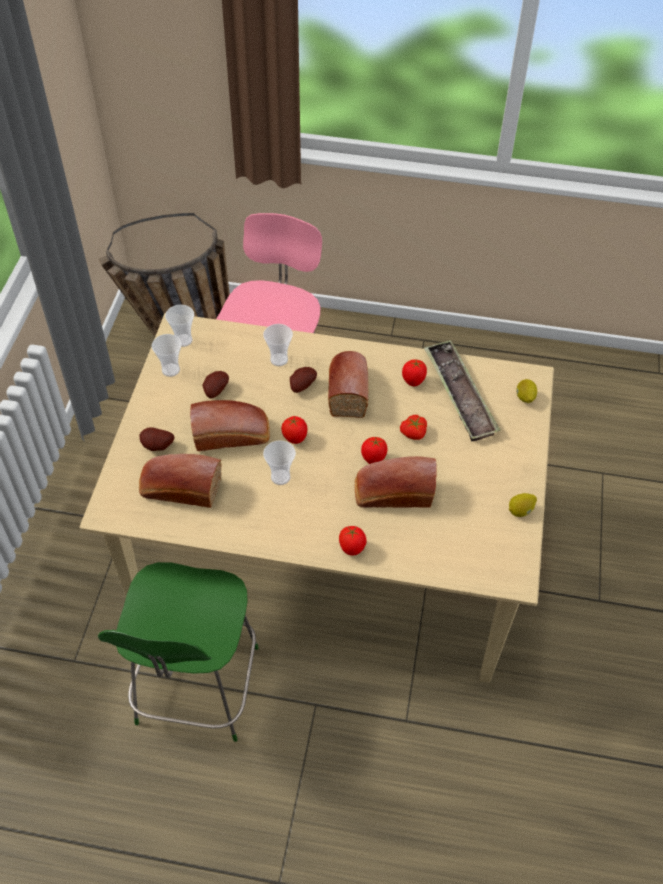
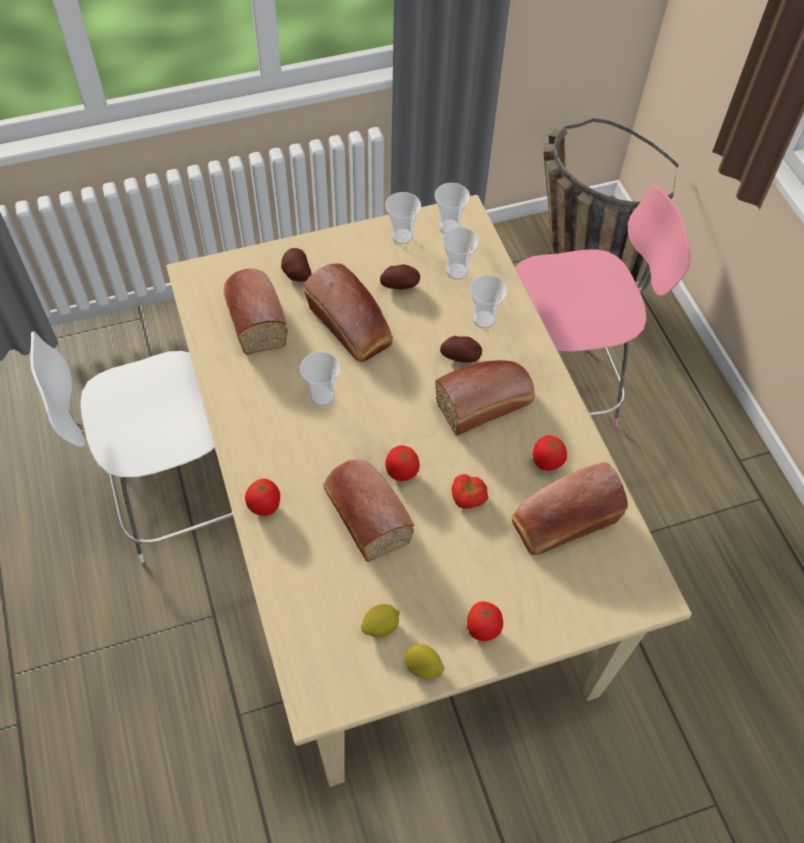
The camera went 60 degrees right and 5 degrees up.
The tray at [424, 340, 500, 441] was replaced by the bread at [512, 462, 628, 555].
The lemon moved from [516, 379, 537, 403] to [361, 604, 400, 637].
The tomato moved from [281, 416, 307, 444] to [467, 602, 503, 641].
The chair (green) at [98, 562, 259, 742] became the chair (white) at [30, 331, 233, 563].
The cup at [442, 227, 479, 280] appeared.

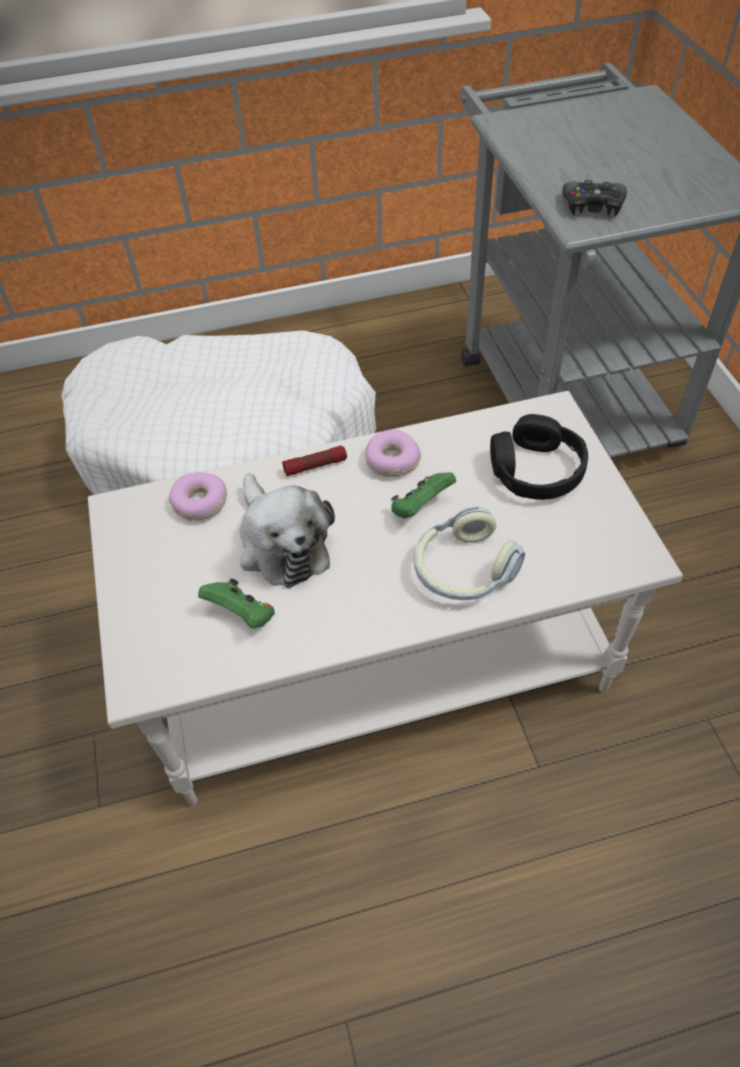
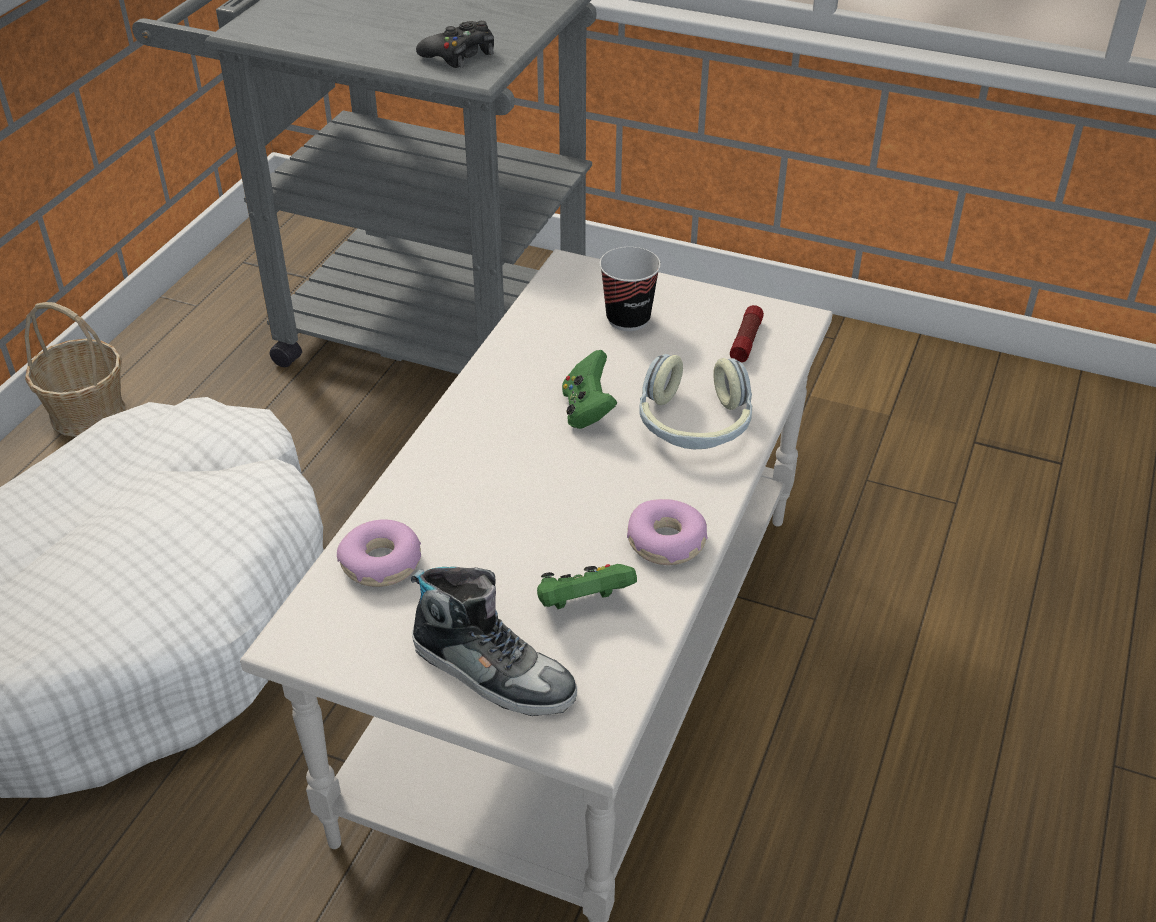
The camera went 55 degrees left and 10 degrees down.
The headphones (black) at [490, 414, 588, 500] was replaced by the cup at [599, 247, 661, 331].
The donut moved from [365, 430, 421, 477] to [627, 499, 708, 565].
The flashlight moved from [282, 446, 347, 476] to [730, 305, 764, 362].
The plush toy at [239, 474, 335, 588] disappeared.
The basket at [24, 302, 125, 437] appeared.
The shoe at [411, 566, 577, 716] appeared.

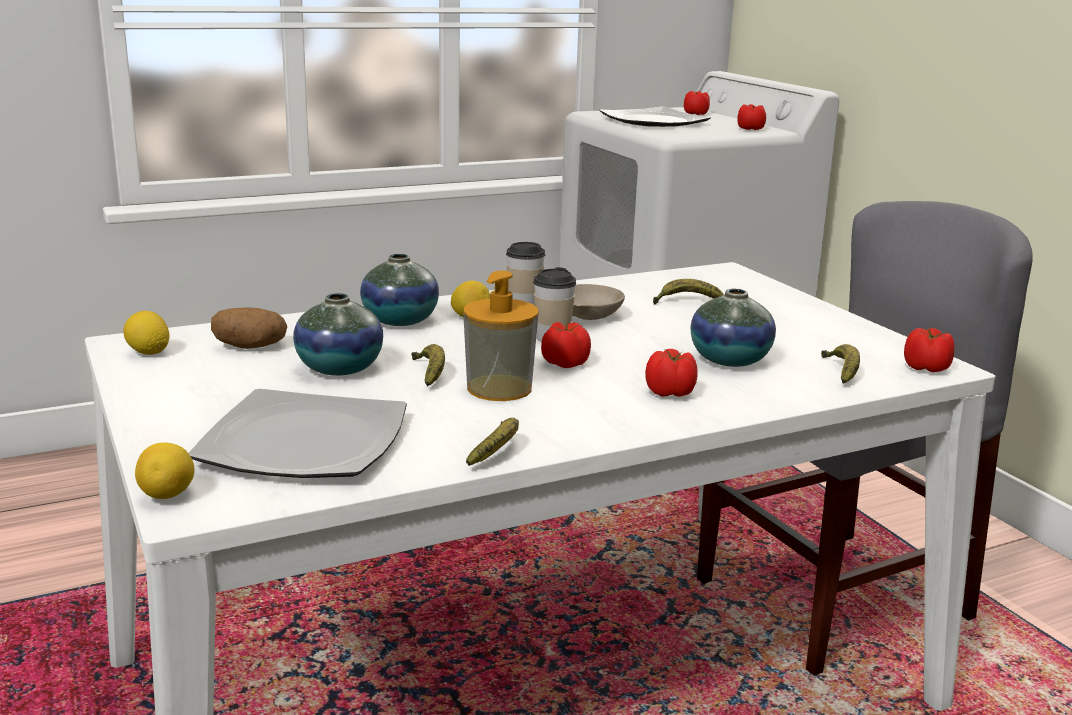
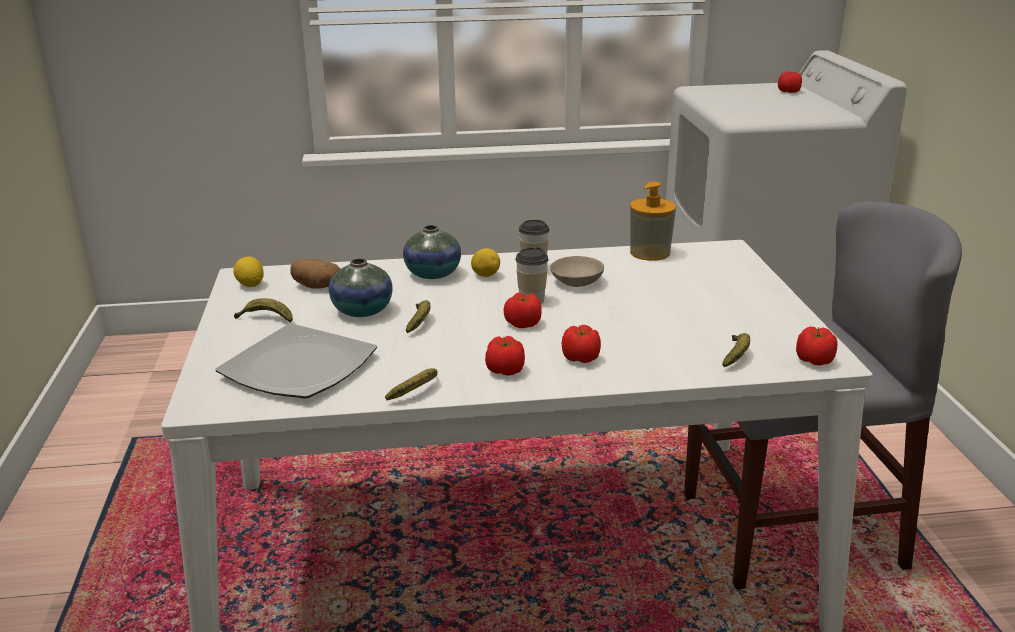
The camera went 20 degrees right and 5 degrees up.
The tomato moved from [737, 104, 766, 130] to [485, 336, 525, 376].
The plate at [599, 106, 711, 127] disappeared.
The soap dispenser moved from [463, 271, 538, 401] to [630, 182, 676, 261].
The banana moved from [653, 279, 724, 304] to [234, 298, 293, 322].
The vase at [691, 289, 776, 367] disappeared.
The lemon at [135, 443, 194, 499] disappeared.

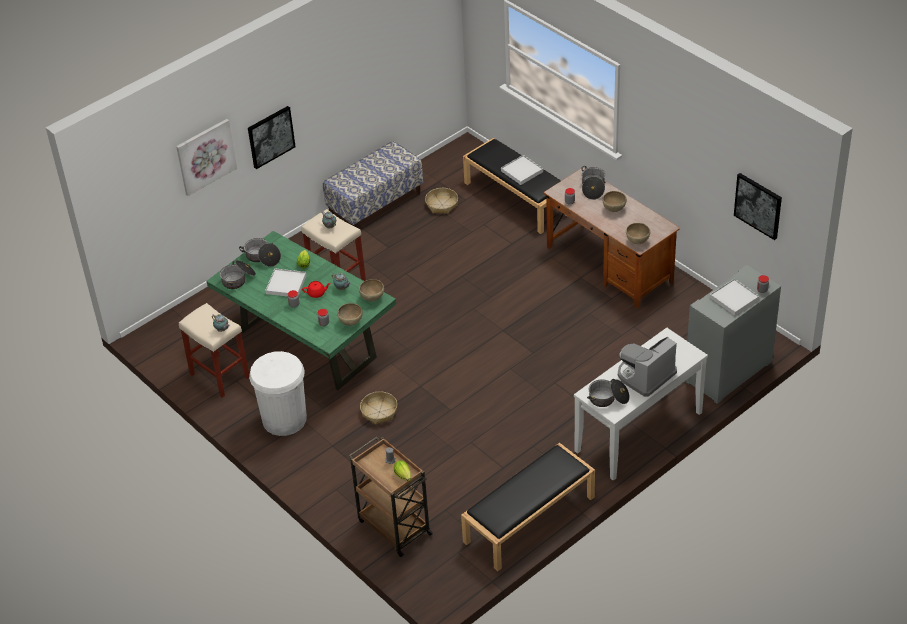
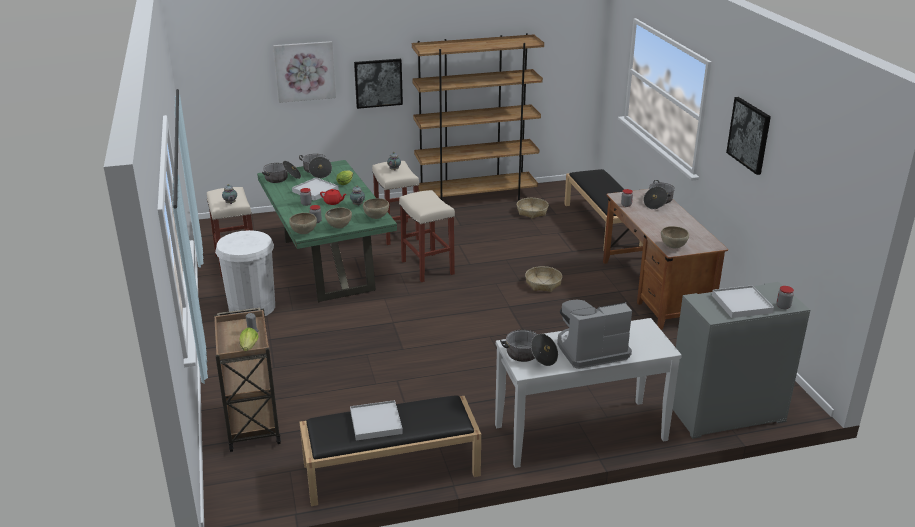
The camera went 25 degrees right and 15 degrees down.
The bench at [323, 141, 423, 227] was replaced by the bookcase (brown) at [412, 33, 544, 201].
The tray (white) moved from [501, 155, 543, 185] to [350, 400, 403, 441].
The picture moved from [734, 173, 782, 240] to [726, 97, 771, 175].
The bowl (brown) moved from [602, 191, 627, 212] to [289, 213, 317, 234].
The basket moved from [360, 391, 397, 425] to [525, 266, 562, 292].
The stool (beige) at [399, 190, 455, 282] appeared.

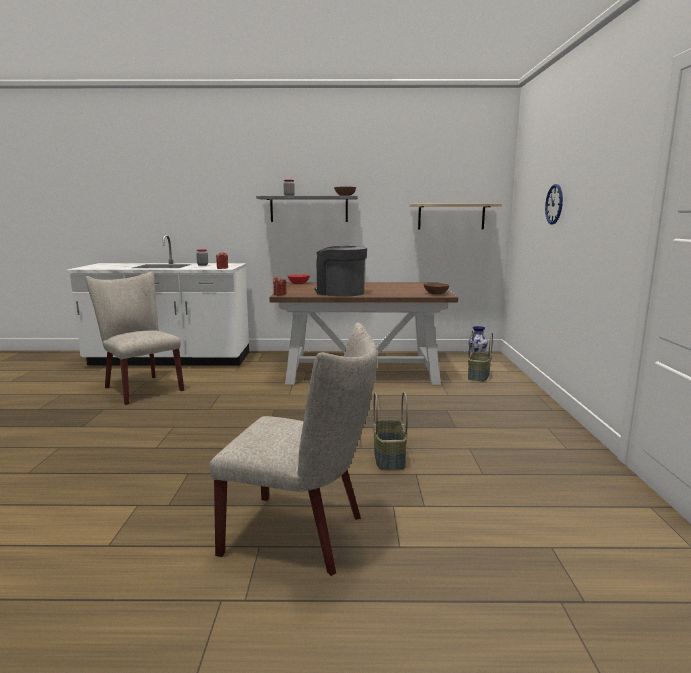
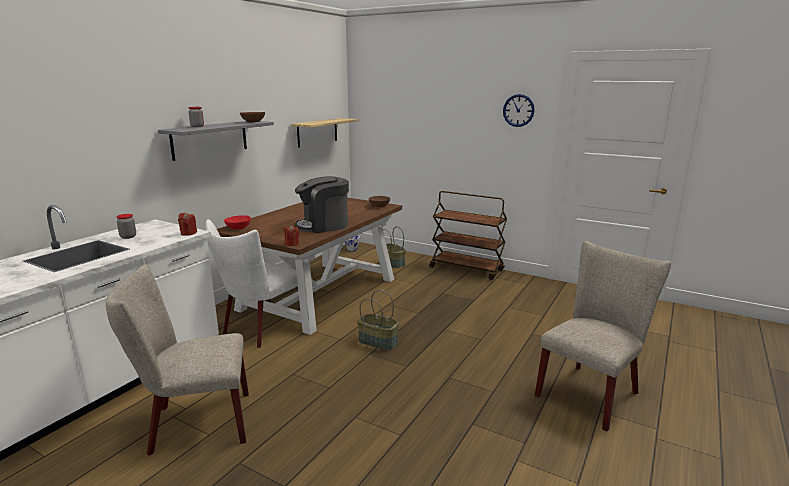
The camera went 60 degrees left and 5 degrees up.
The wall clock moved from [545, 184, 563, 225] to [503, 94, 535, 127].
The basket moved from [373, 392, 408, 470] to [357, 290, 399, 351].
The cart (brown) at [429, 191, 507, 280] appeared.
The chair (white) at [206, 219, 298, 348] appeared.

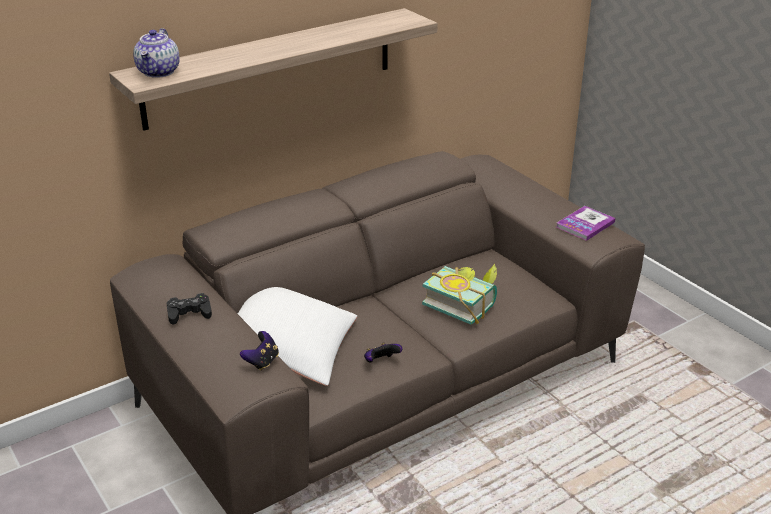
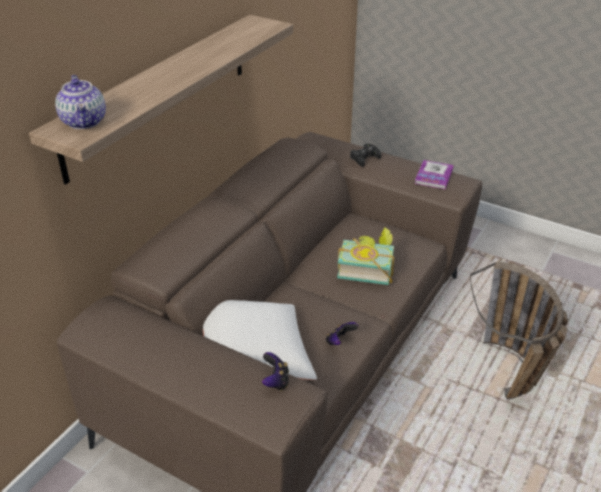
The camera went 25 degrees left and 5 degrees up.
The game controller (black) moved from [166, 293, 212, 325] to [350, 144, 381, 167].
The basket at [470, 262, 568, 400] appeared.

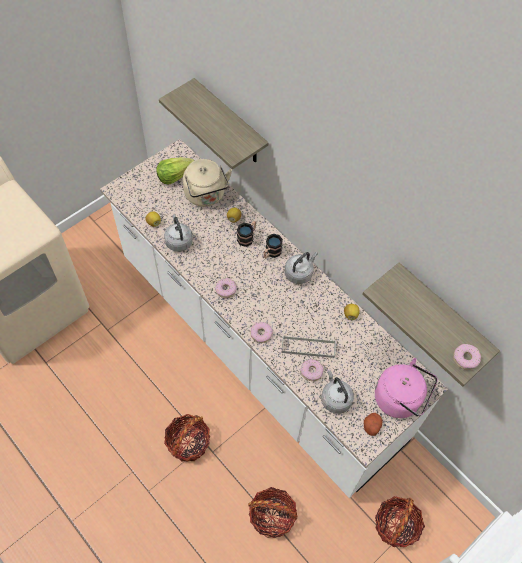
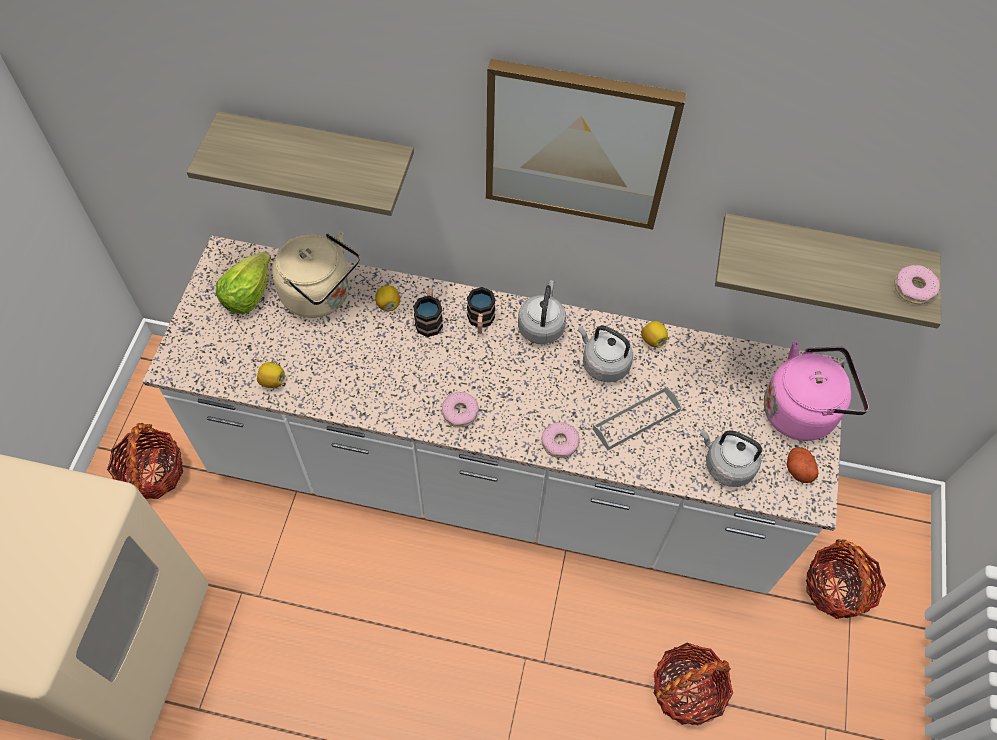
The camera went 35 degrees left and 0 degrees up.
The kettle (grey) moved from [164, 214, 193, 252] to [578, 326, 633, 382].
The donut at [301, 359, 324, 381] disappeared.
The basket moved from [164, 414, 210, 462] to [107, 423, 183, 499].
The picture at [486, 59, 686, 230] appeared.

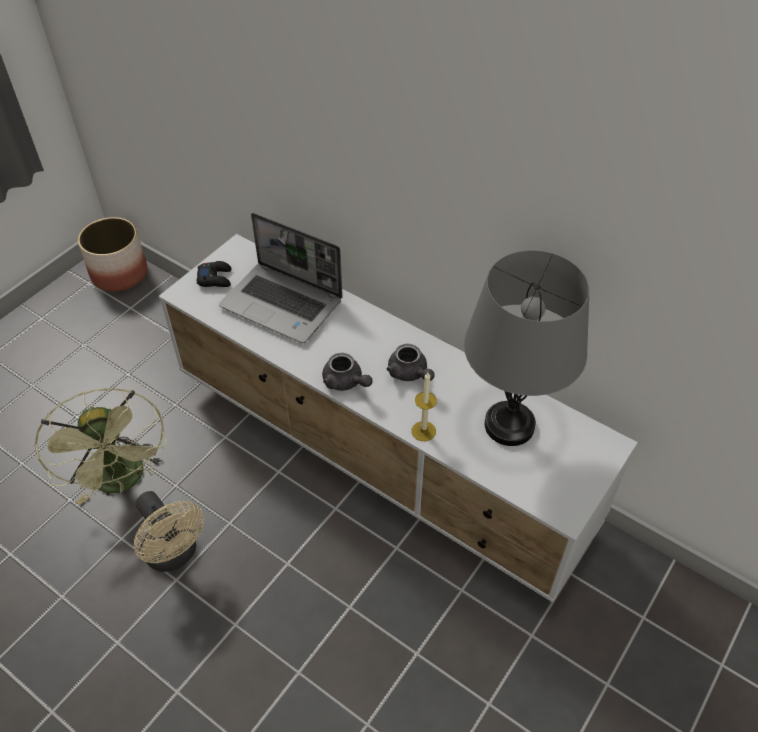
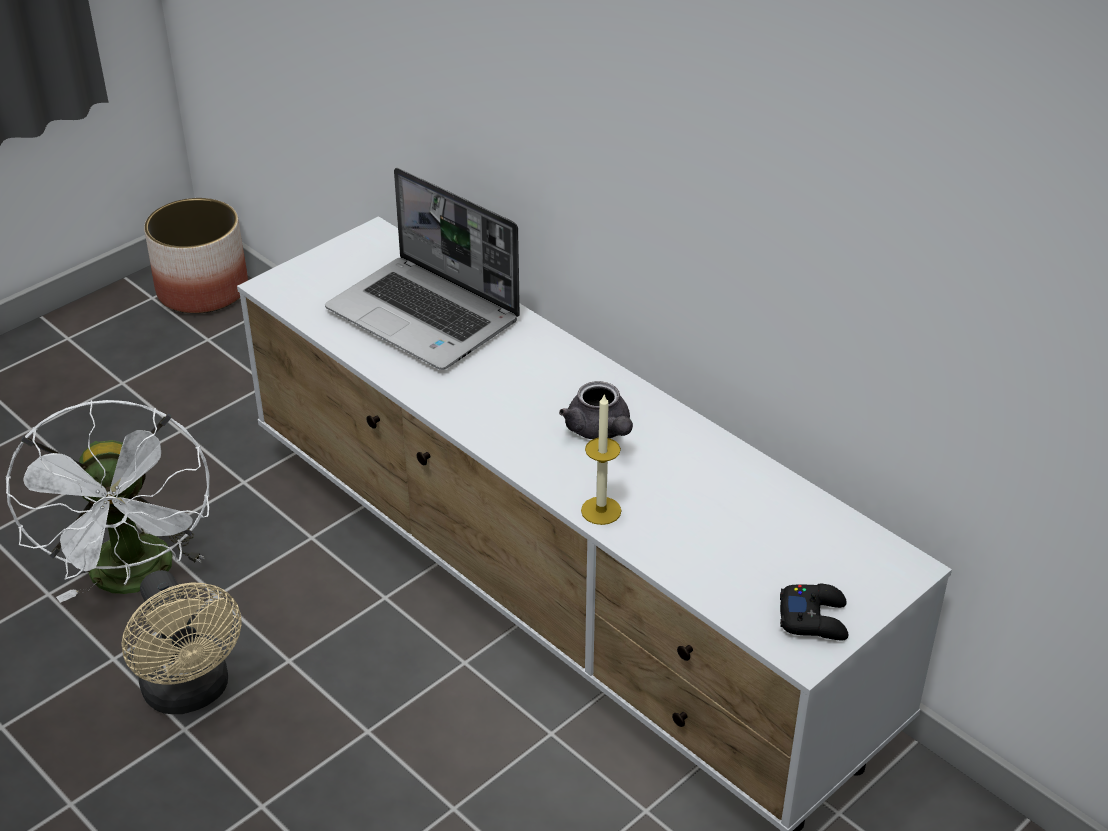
The camera went 10 degrees right and 10 degrees down.
The table lamp (grey) at [464, 250, 589, 446] disappeared.
The game controller (black) moved from [196, 261, 232, 287] to [780, 584, 848, 640].
The teapot (grey) at [322, 353, 373, 391] disappeared.
The fan (green) at [35, 388, 167, 505] became the fan (white) at [6, 400, 210, 603].

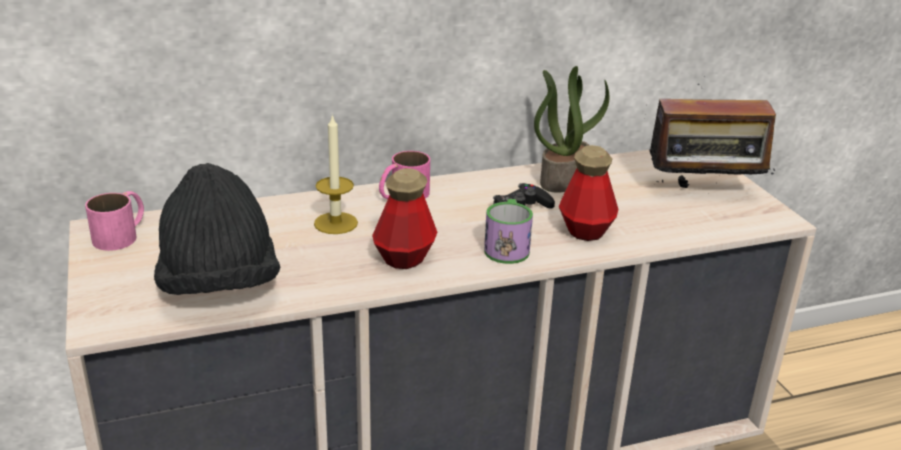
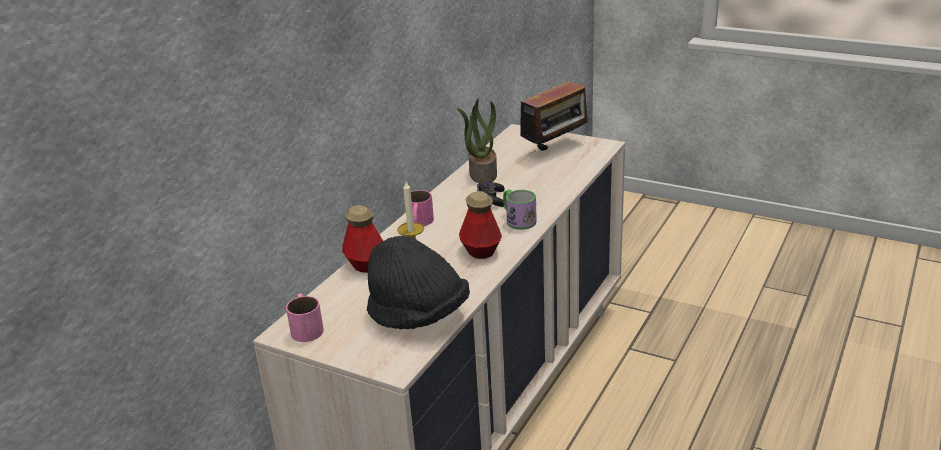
The camera went 40 degrees left and 0 degrees up.
The bottle moved from [559, 145, 618, 241] to [342, 205, 383, 273].

